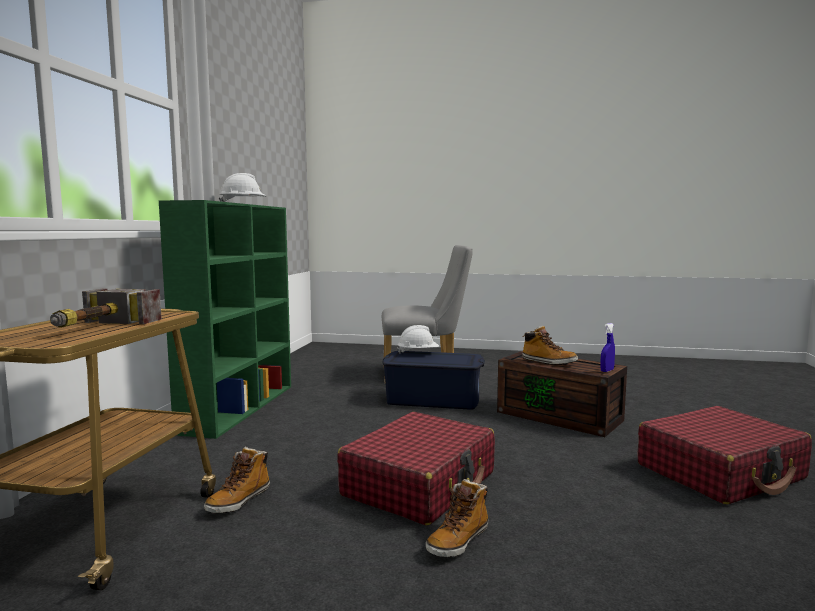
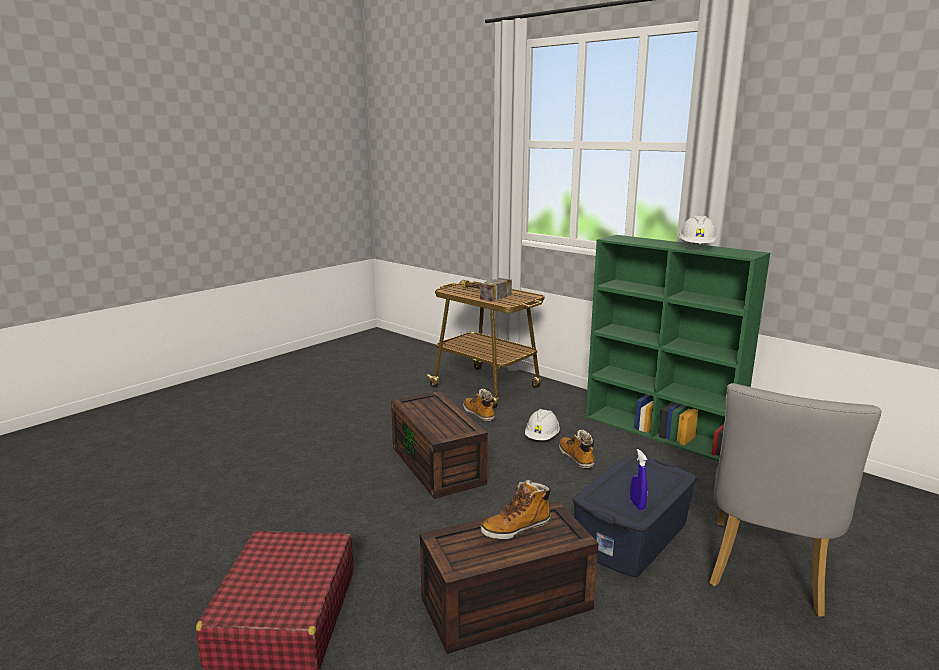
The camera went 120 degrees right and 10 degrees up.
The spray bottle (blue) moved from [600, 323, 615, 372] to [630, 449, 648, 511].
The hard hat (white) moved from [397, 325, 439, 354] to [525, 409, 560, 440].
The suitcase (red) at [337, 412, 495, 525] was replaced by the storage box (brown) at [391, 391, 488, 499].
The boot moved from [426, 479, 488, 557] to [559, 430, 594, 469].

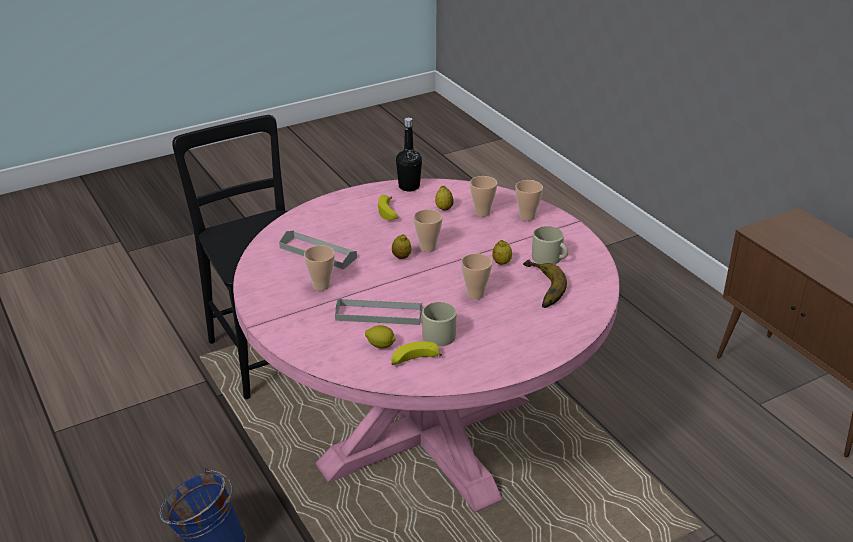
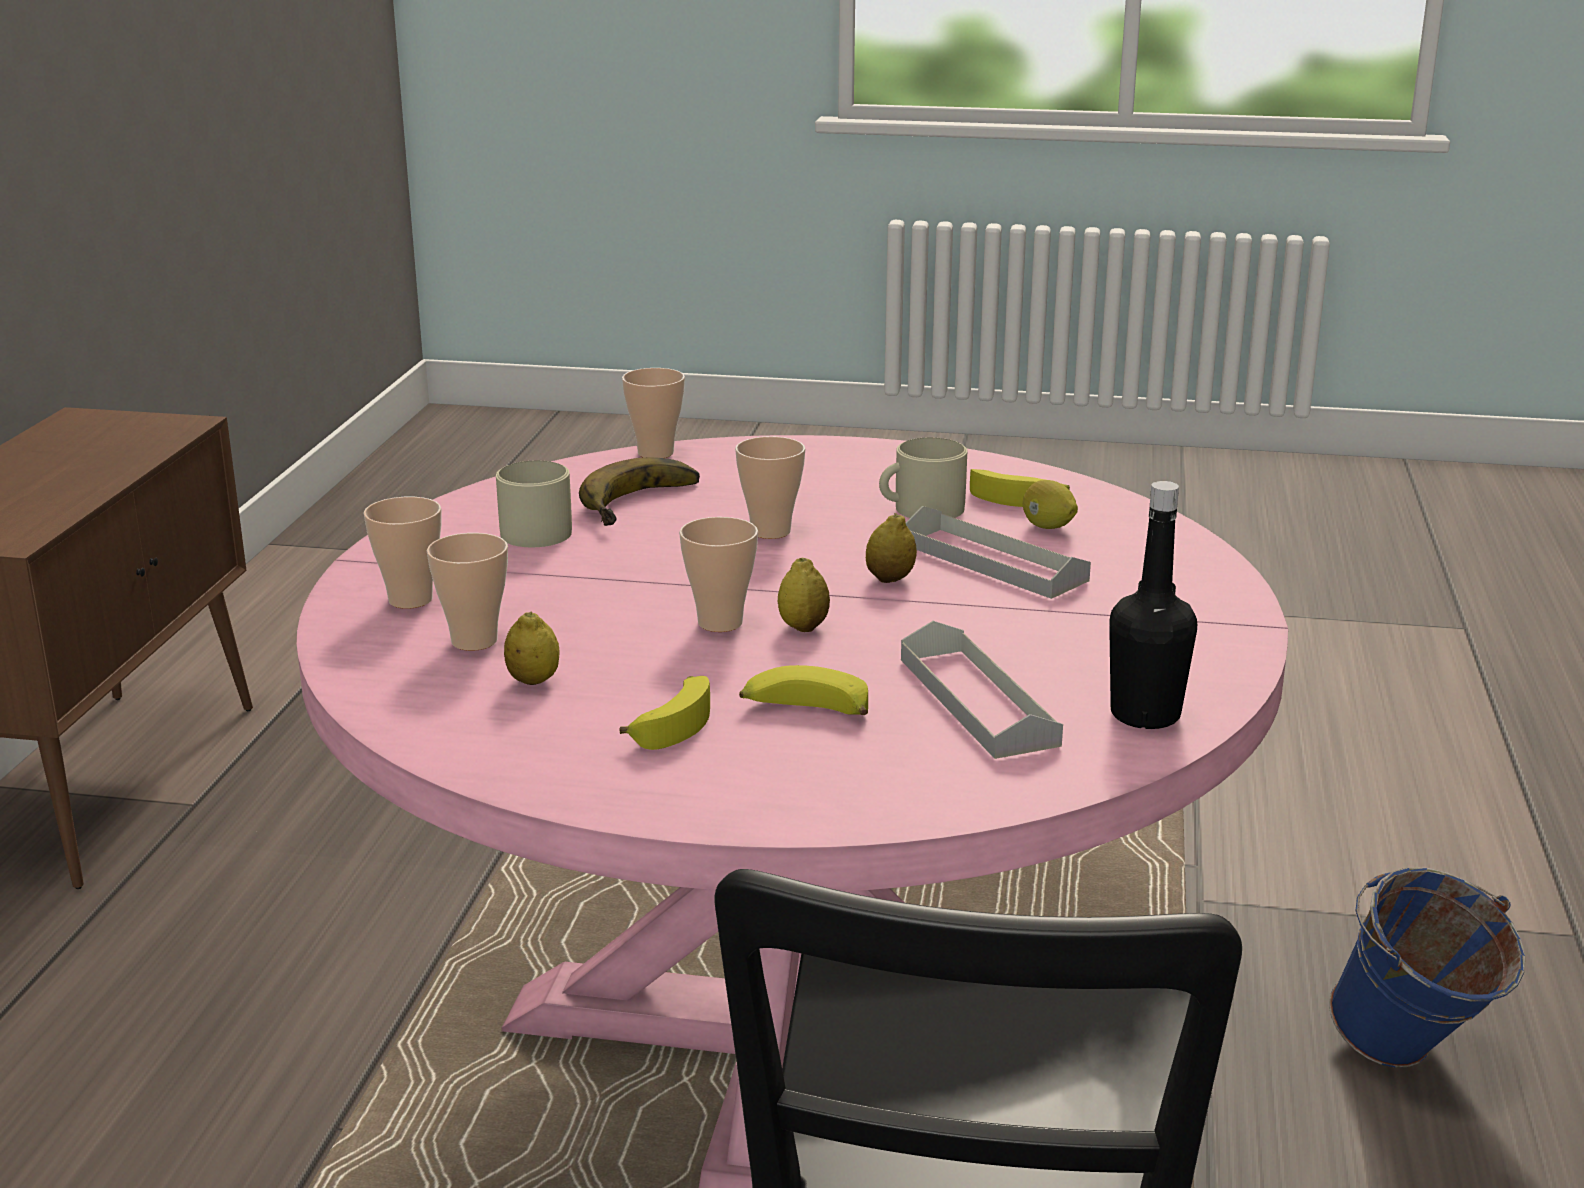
The camera went 140 degrees left and 10 degrees down.
The bottle (black) moved from [396, 118, 422, 191] to [1109, 481, 1197, 729].
The lemon moved from [492, 240, 512, 265] to [866, 513, 917, 583].
The cup moved from [304, 245, 335, 291] to [622, 368, 685, 458].
The banana at [739, 665, 868, 715] appeared.

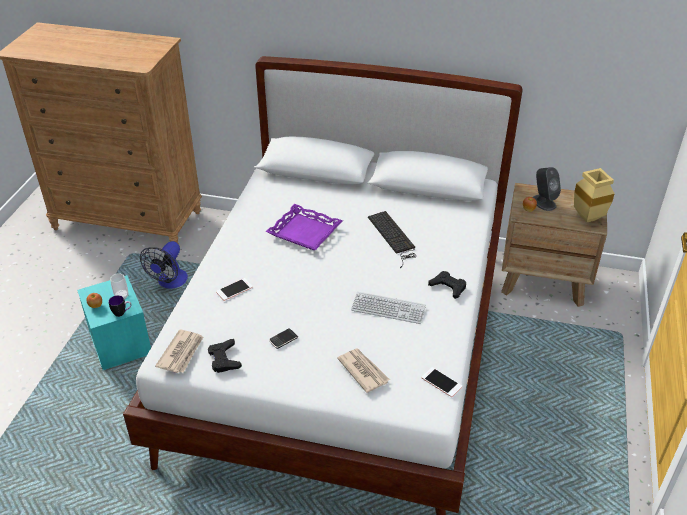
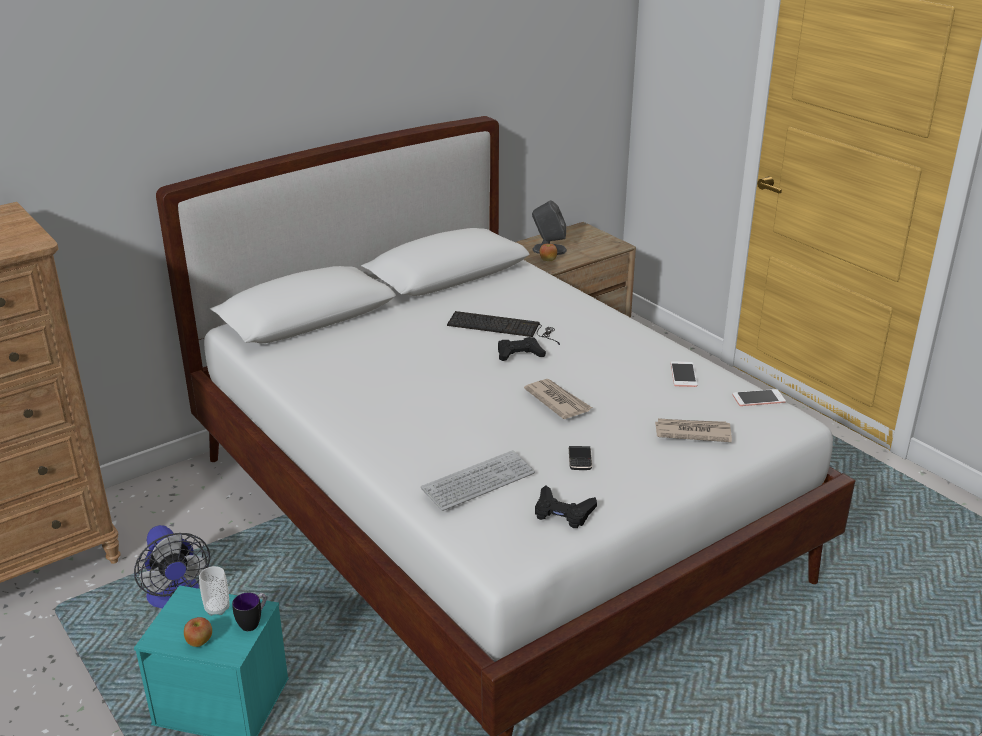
The camera went 50 degrees left and 10 degrees down.
The vase (beige) at [574, 168, 615, 222] disappeared.
The tray (purple) at [266, 204, 343, 250] disappeared.
The game controller (black) moved from [428, 271, 466, 299] to [498, 337, 546, 361].
The phone moved from [216, 278, 253, 301] to [671, 361, 697, 387].
The keyboard moved from [351, 292, 426, 324] to [421, 450, 535, 511].
The newspaper moved from [155, 330, 203, 373] to [524, 379, 592, 419].

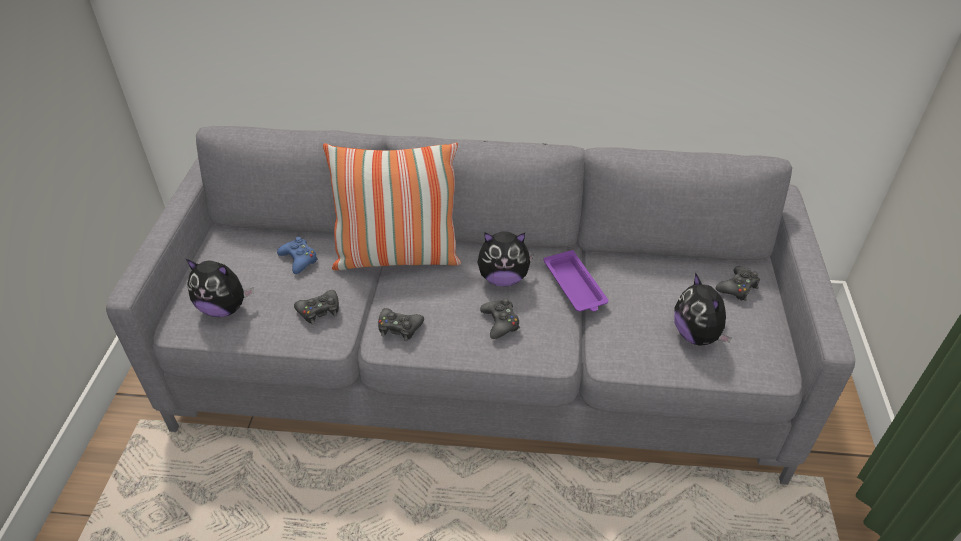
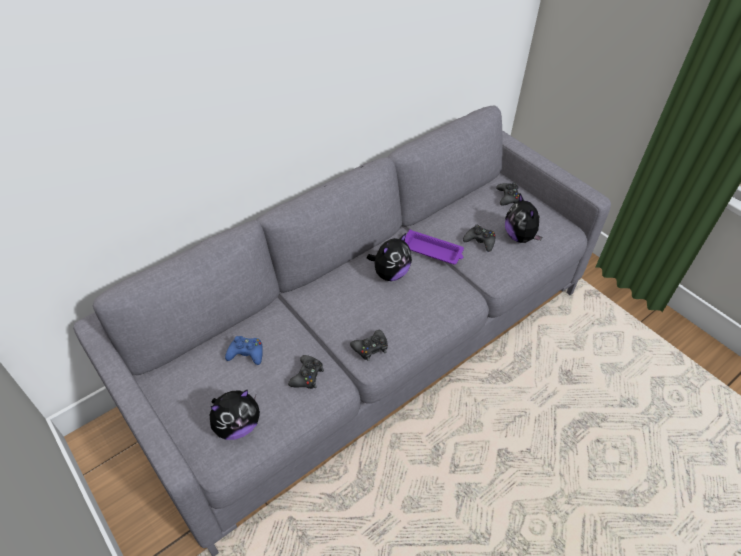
The camera went 45 degrees left and 5 degrees up.
The pillow at [323, 143, 461, 270] disappeared.
The plush toy at [674, 272, 732, 346] turned 45 degrees clockwise.
The game controller (black) moved from [480, 298, 520, 339] to [463, 225, 495, 252].

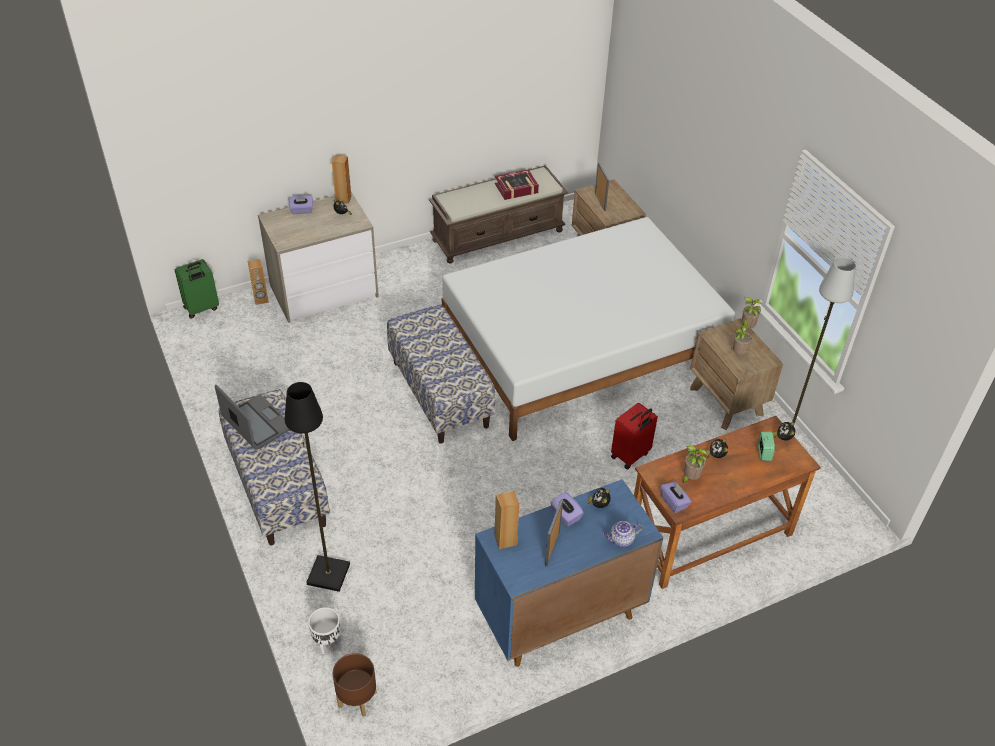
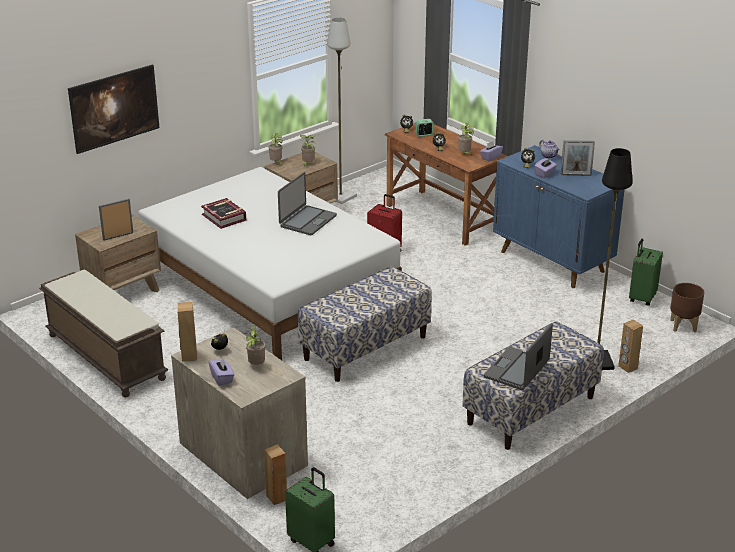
The camera went 105 degrees left and 15 degrees down.
The book moved from [495, 169, 539, 200] to [201, 198, 247, 229].
The speaker (brown) moved from [494, 491, 519, 549] to [618, 319, 643, 373].
The planter (white) at [308, 607, 341, 654] disappeared.
The picture at [68, 65, 159, 154] appeared.
The laptop at [278, 172, 337, 235] appeared.
The suitcase (green) at [629, 238, 663, 306] appeared.
The potted plant at [244, 324, 266, 365] appeared.

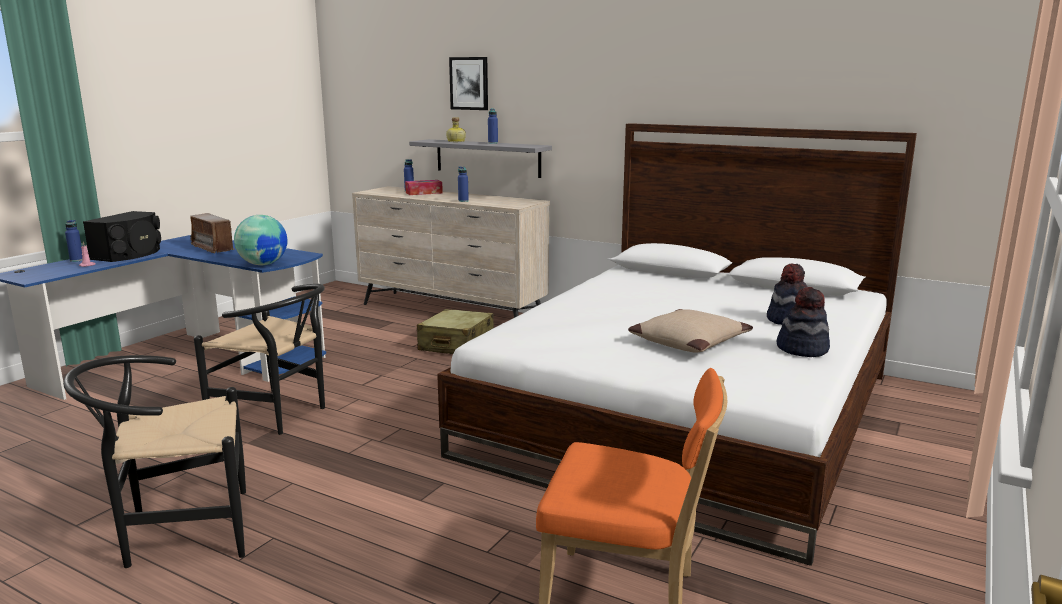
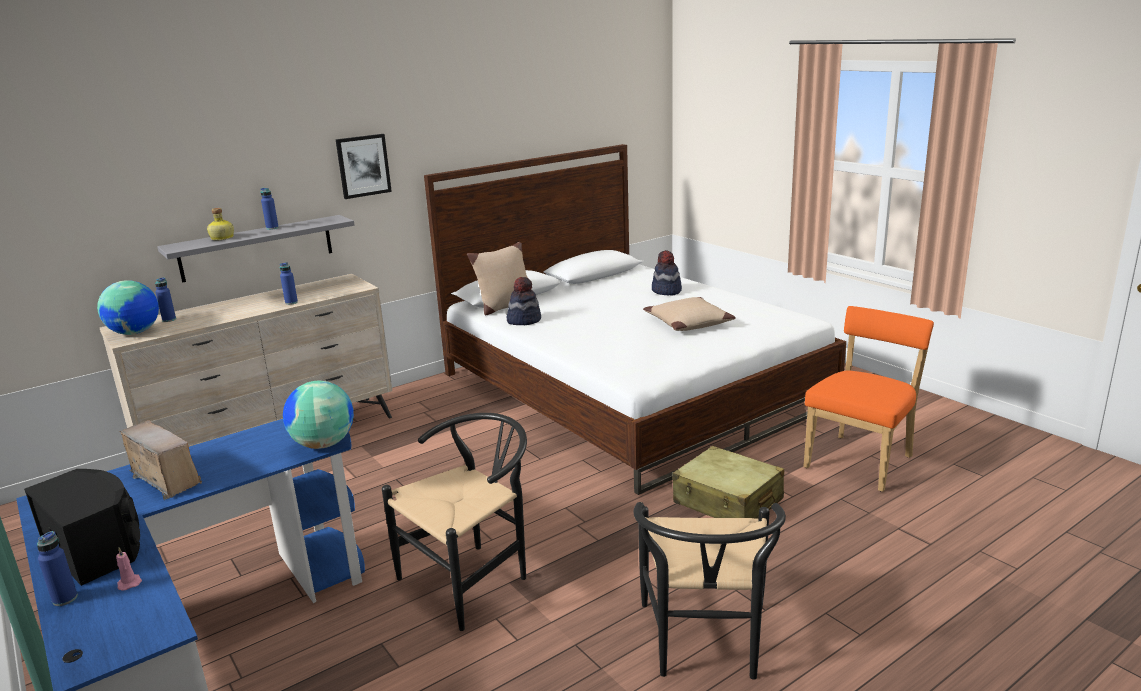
The camera went 65 degrees left and 5 degrees up.
The picture moved from [449, 57, 488, 110] to [336, 134, 392, 199].
The tissue box at [405, 180, 443, 195] disappeared.
The radio at [190, 213, 235, 254] turned 120 degrees counterclockwise.
The hat moved from [777, 287, 830, 357] to [507, 277, 541, 325].
The suitcase (beige) moved from [417, 309, 494, 354] to [672, 446, 784, 519].
The pillow (beige) at [467, 242, 532, 315] appeared.
The globe at [97, 280, 159, 335] appeared.

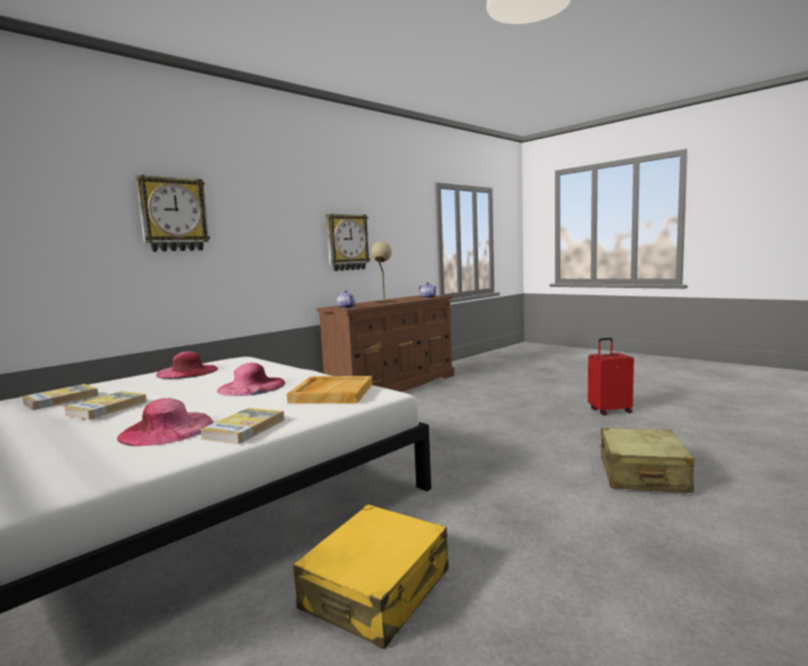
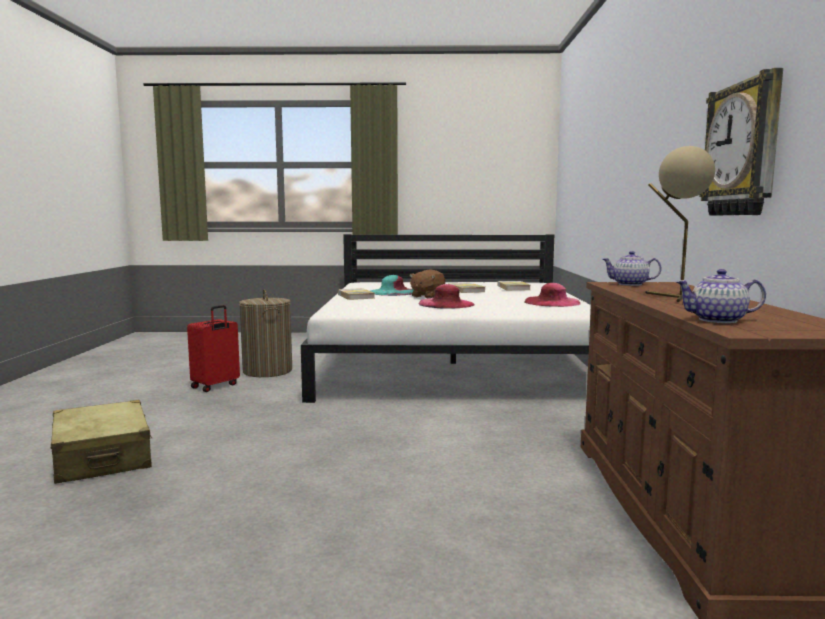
The camera went 135 degrees right and 0 degrees up.
The wall clock at [136, 175, 210, 252] disappeared.
The suitcase (red) moved from [588, 338, 634, 416] to [187, 305, 240, 392].
The tray (beige) at [287, 376, 372, 404] disappeared.
The hat (pink) at [117, 398, 213, 446] became the hat (turquoise) at [371, 275, 414, 296].
The suitcase (yellow) at [293, 504, 449, 649] was replaced by the laundry basket at [239, 289, 292, 377].
The plush toy (brown) at [410, 270, 445, 298] appeared.

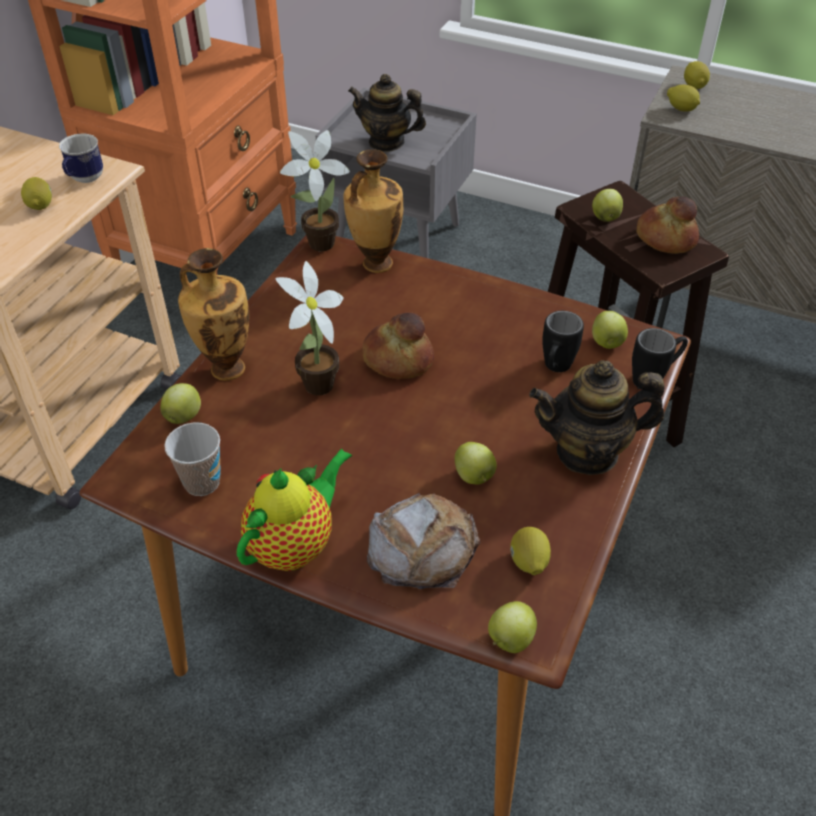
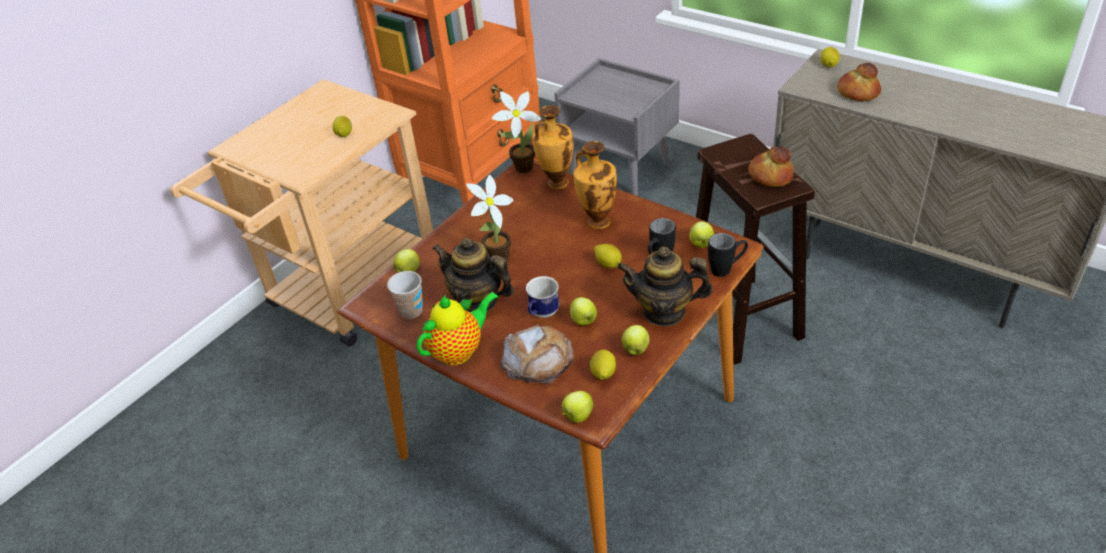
The camera went 15 degrees right and 5 degrees down.
The teapot moved from [348, 74, 426, 152] to [432, 237, 514, 312].
The lemon moved from [667, 85, 700, 112] to [594, 244, 622, 268].
The mug moved from [59, 134, 103, 183] to [526, 276, 559, 318].
The apple moved from [592, 189, 623, 222] to [622, 325, 649, 355].
The vase moved from [178, 248, 249, 381] to [573, 141, 617, 229].
The bread moved from [362, 313, 434, 379] to [837, 63, 881, 101].

